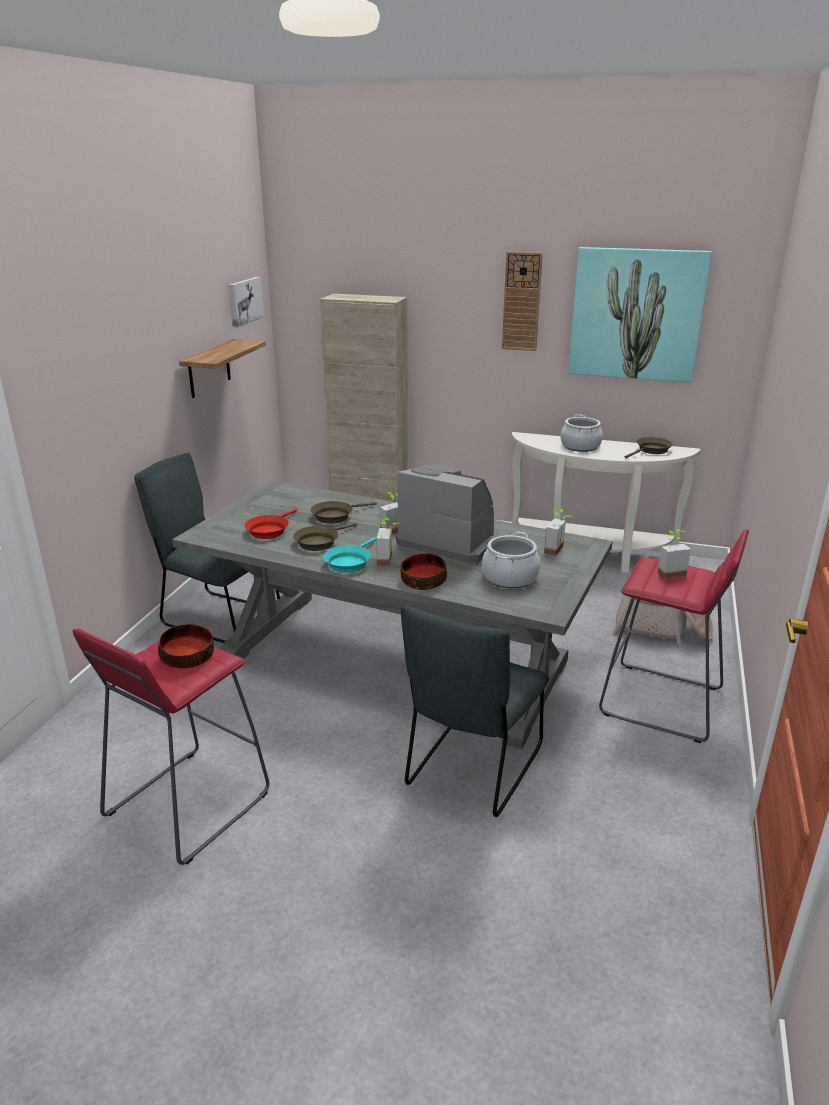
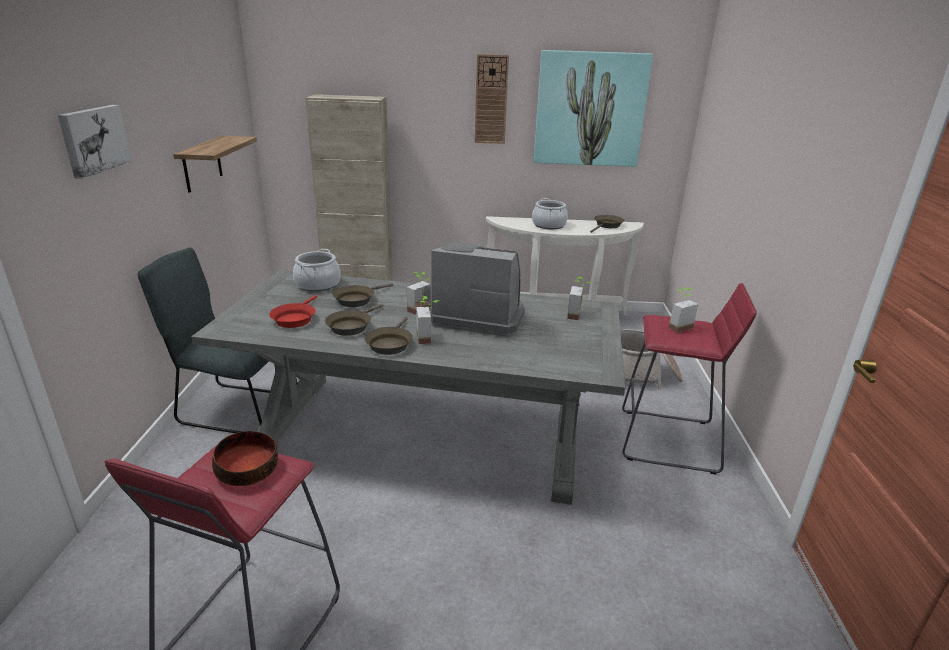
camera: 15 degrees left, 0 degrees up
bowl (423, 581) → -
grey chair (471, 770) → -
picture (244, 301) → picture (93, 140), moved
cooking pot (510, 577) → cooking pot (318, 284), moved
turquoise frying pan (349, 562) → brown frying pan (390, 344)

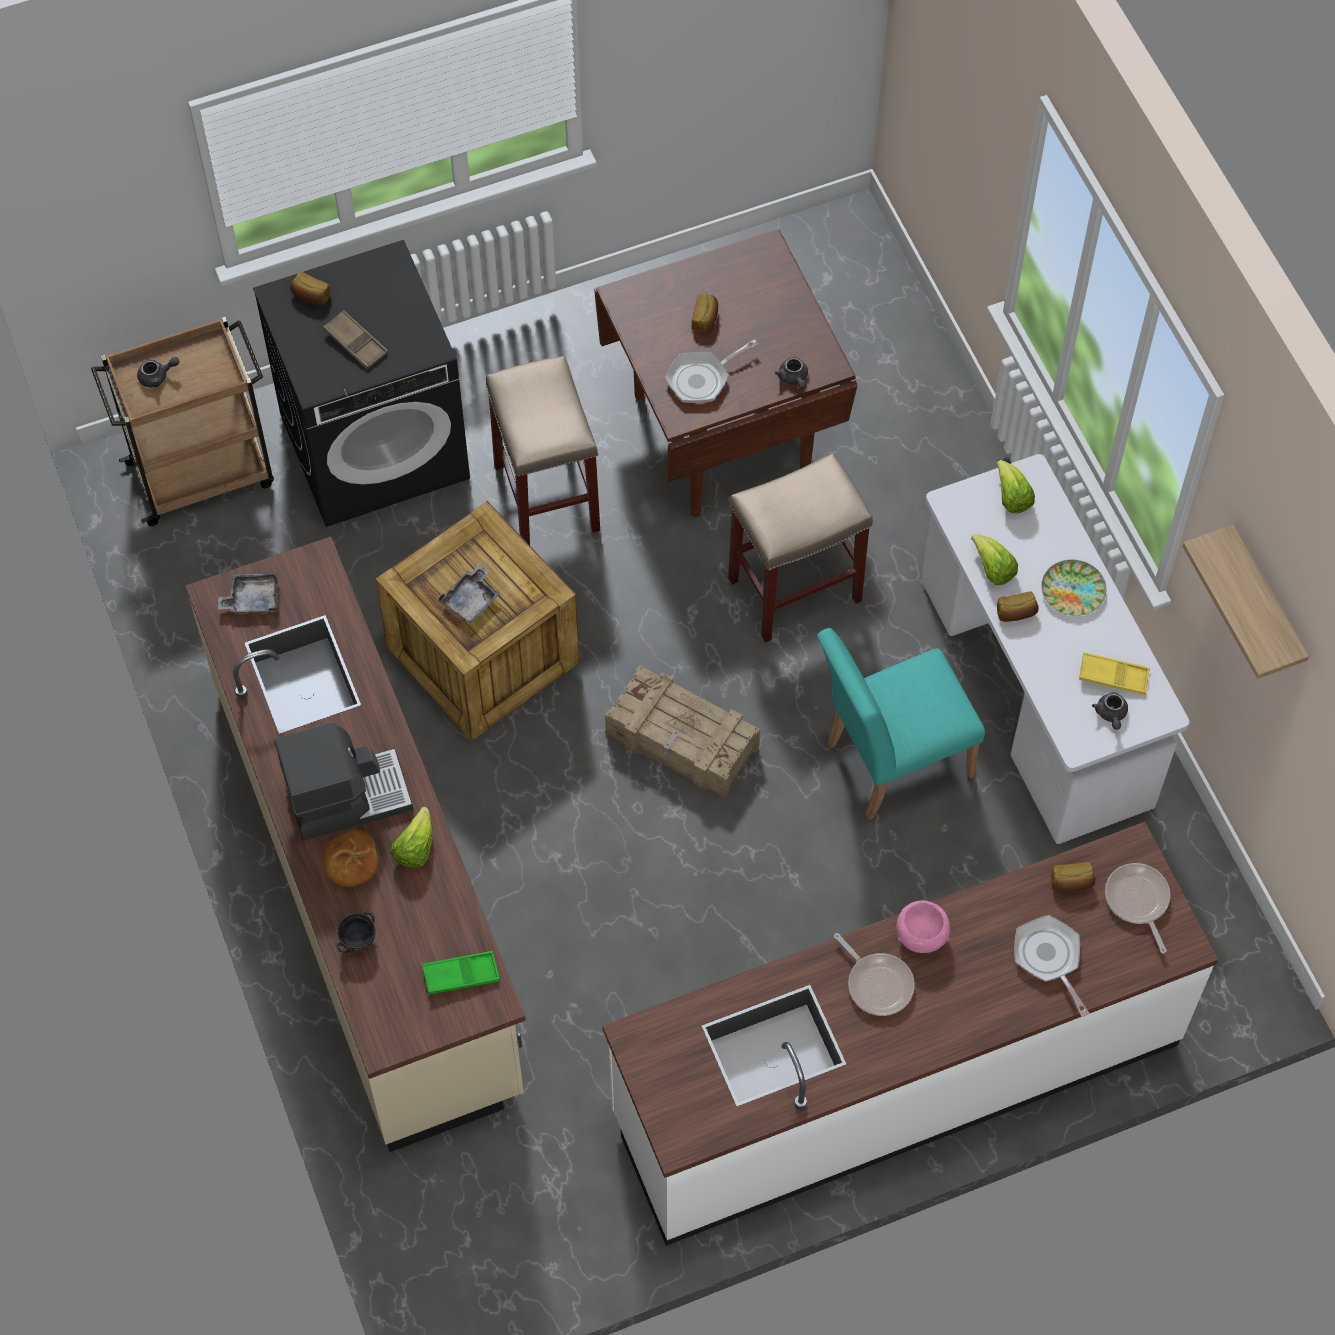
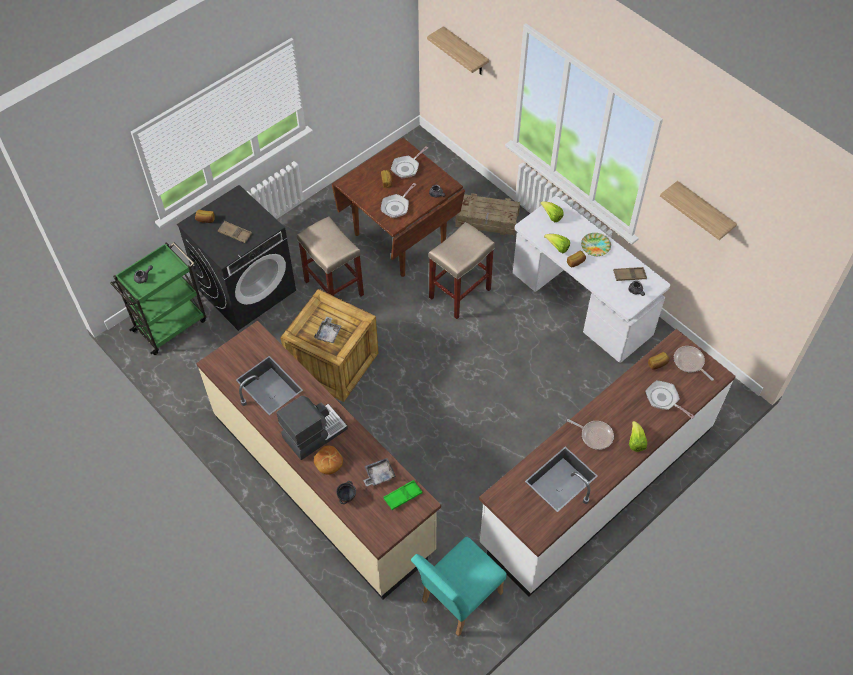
camera: 20 degrees left, 5 degrees down
pink bowl (920, 935) → -
- → frying pan (407, 167)
- → shelf (465, 52)
grey tray (252, 598) → grey tray (379, 475), moved
lettuce (415, 848) → lettuce (635, 442), moved
crate (682, 742) → crate (487, 220), moved
turquoise chair (888, 762) → turquoise chair (457, 600), moved
brown cart (203, 473) → green cart (171, 324)
yellow tray (1113, 676) → brown tray (629, 275)

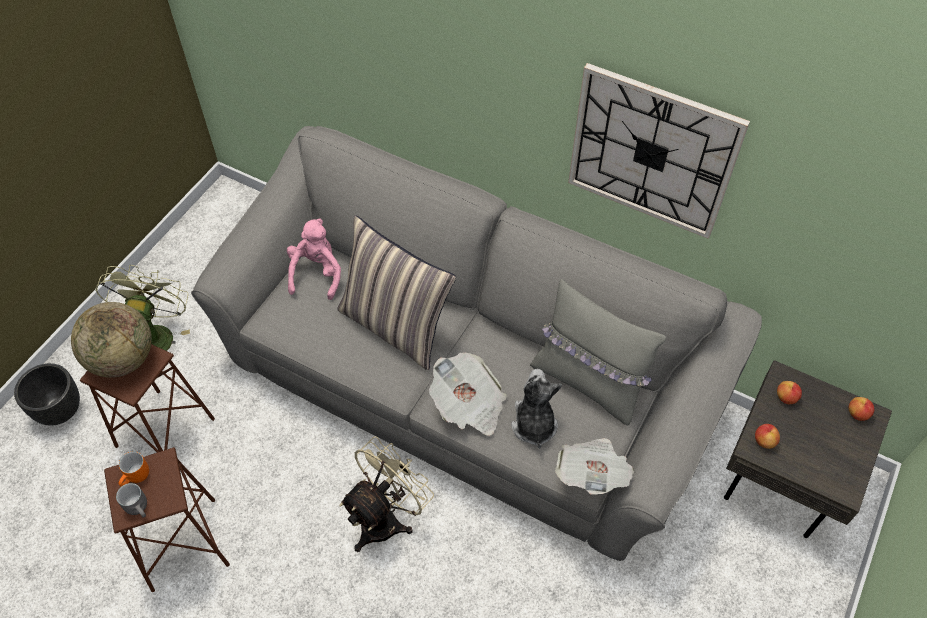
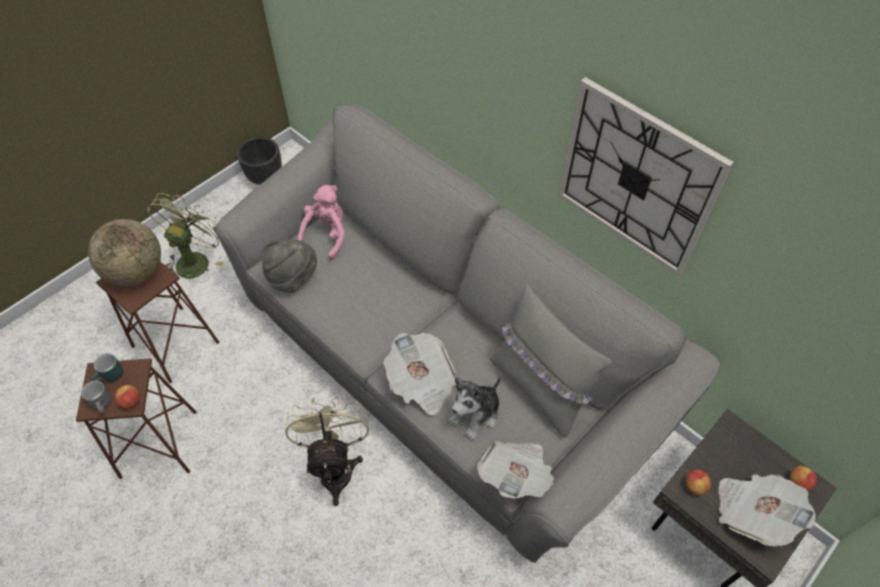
camera: 15 degrees right, 0 degrees up
pillow (396, 326) → -
- → grey hat (292, 277)
- → newspaper (753, 512)
black planter (61, 410) → black planter (265, 177), moved
apple (786, 398) → apple (131, 401), moved
orange mug (137, 477) → turquoise mug (111, 377)
beige fan (386, 518) → beige fan (335, 465), 60 degrees counterclockwise
plush toy (533, 423) → plush toy (476, 414), 150 degrees counterclockwise

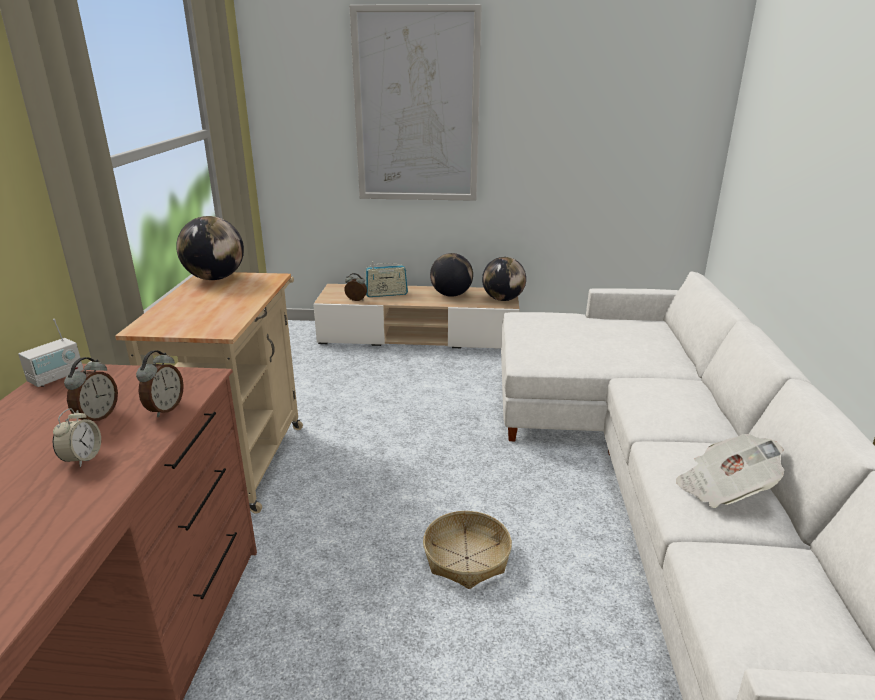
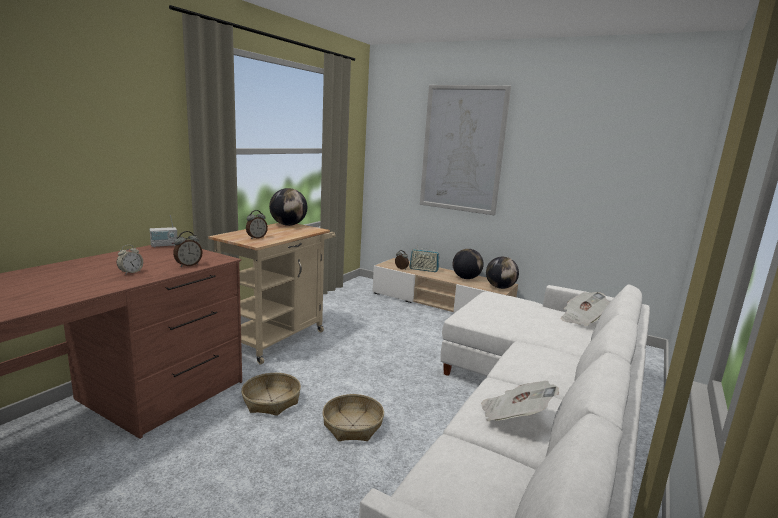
camera: 25 degrees right, 10 degrees down
- → basket (271, 401)
- → newspaper (582, 319)
alarm clock (97, 417) → alarm clock (256, 238), moved

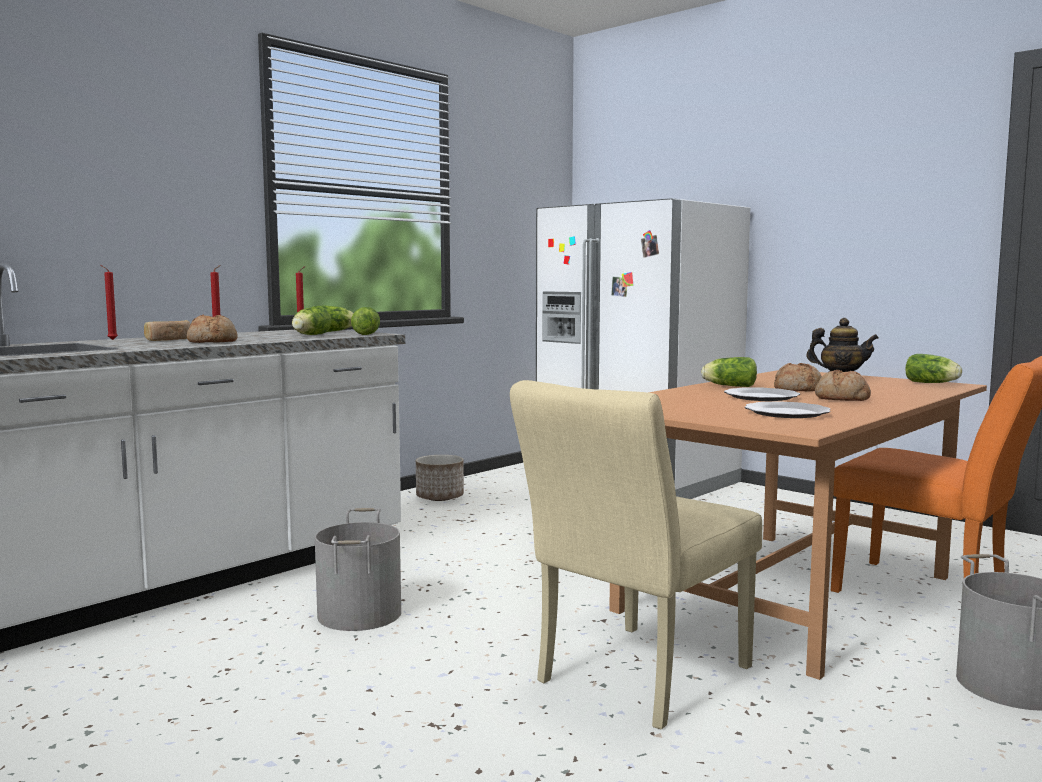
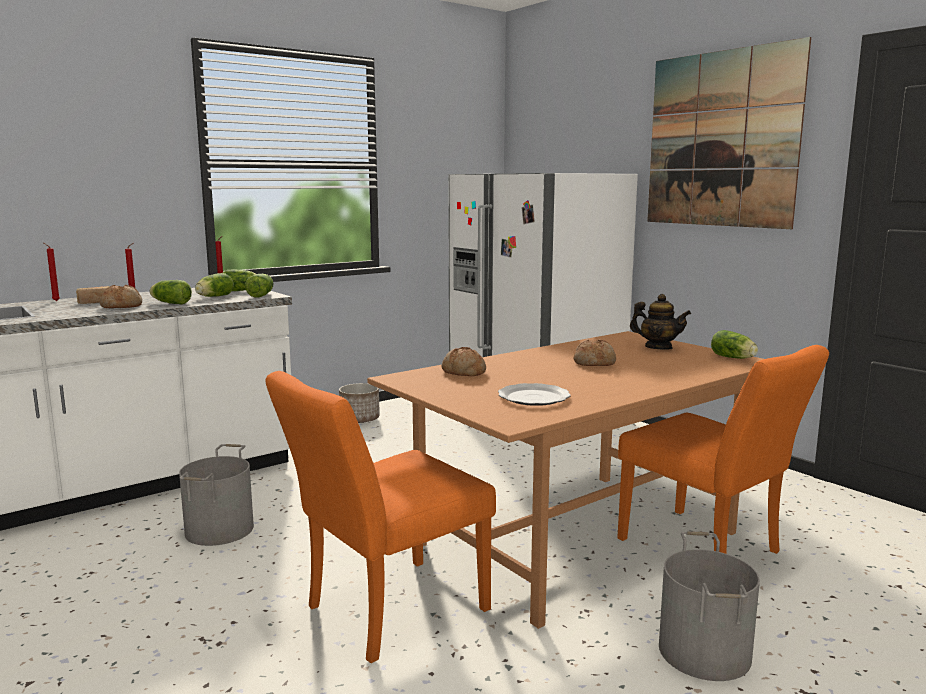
camera: 10 degrees right, 5 degrees up
plate (760, 397) → -
- → picture (721, 139)
lettuce (728, 386) → lettuce (170, 303), moved
bread (841, 399) → bread (463, 372), moved
beige chair (634, 679) → orange chair (385, 612)

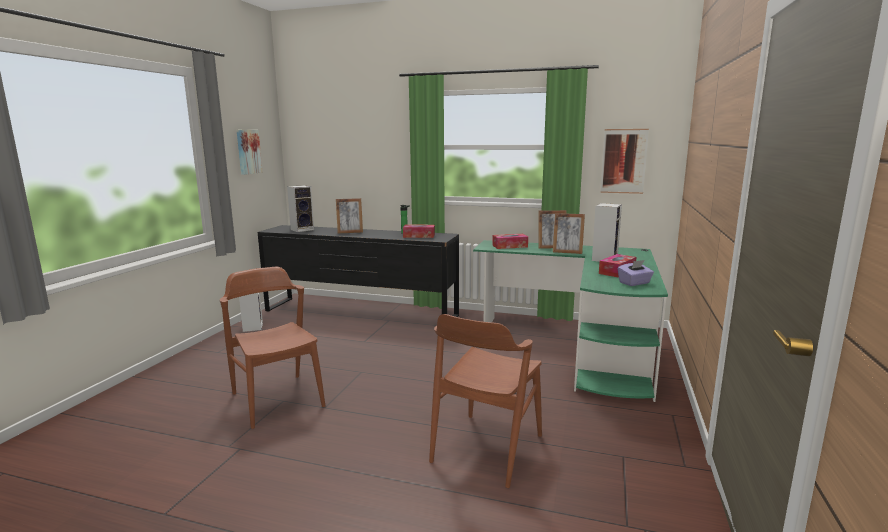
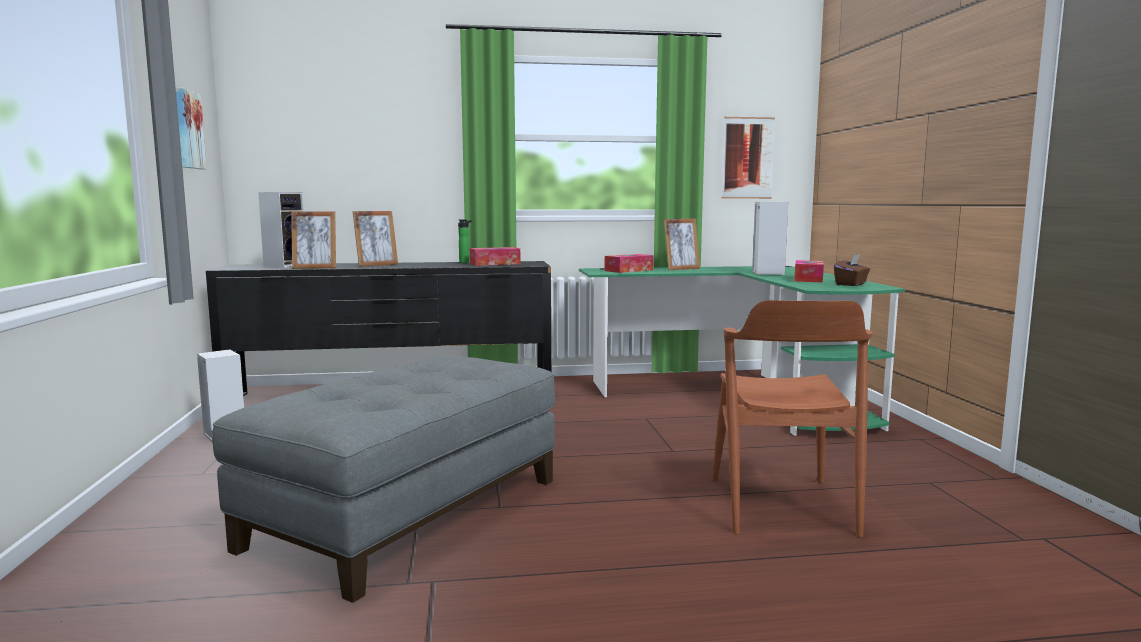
camera: 25 degrees left, 5 degrees down
picture frame (567, 252) → picture frame (315, 268), moved
brown chair (277, 399) → grey ottoman (407, 512)
purple tissue box (634, 283) → brown tissue box (851, 284)

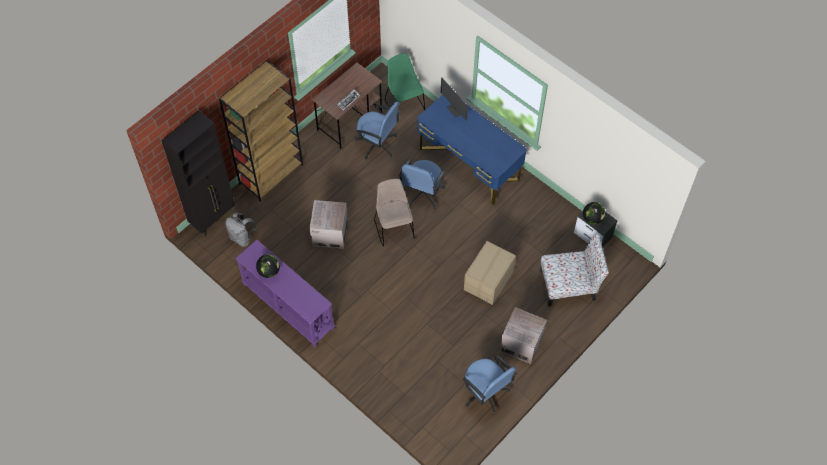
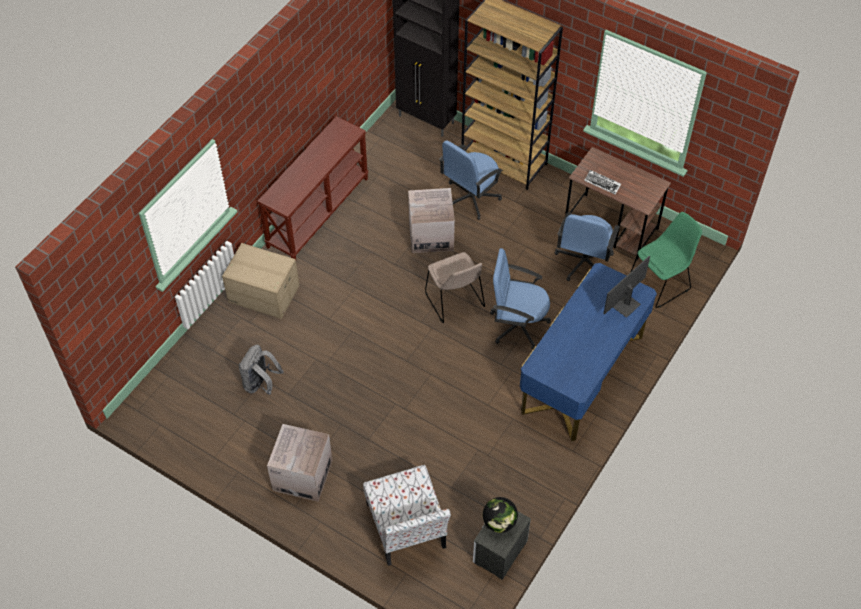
camera: 80 degrees right, 5 degrees down
globe (269, 271) → -
grey backpack (242, 237) → grey backpack (261, 384), moved
blue office chair (485, 392) → blue office chair (470, 198), moved
cardboard box (489, 280) → cardboard box (263, 294), moved
purple console table (287, 307) → brown console table (317, 211)
beige chair (394, 227) → beige chair (455, 301), 90 degrees clockwise

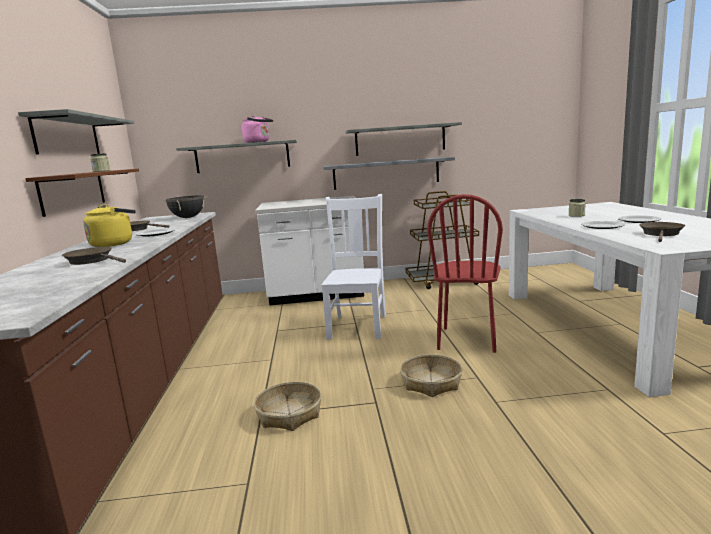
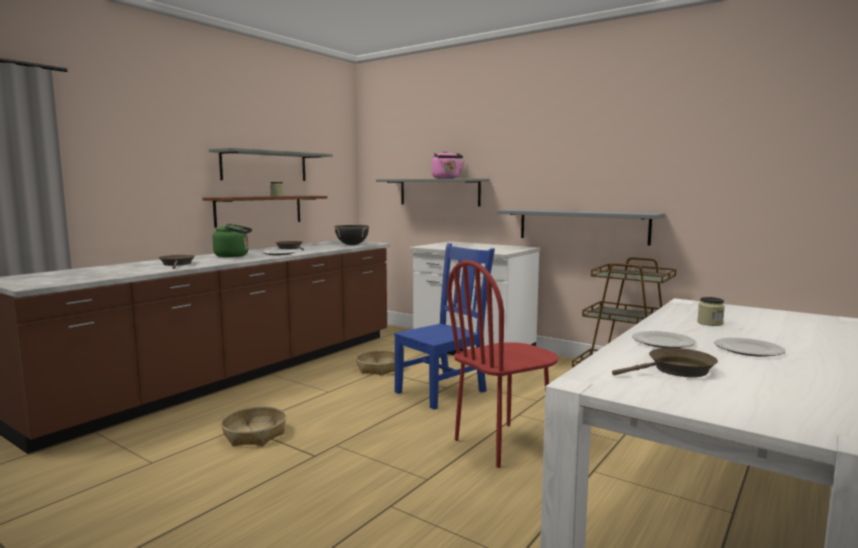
camera: 40 degrees right, 5 degrees down
grey shelf (400, 140) → -
basket (431, 383) → basket (379, 368), moved
yellow kettle (114, 244) → green kettle (234, 256)
white chair (358, 325) → blue chair (443, 391)

